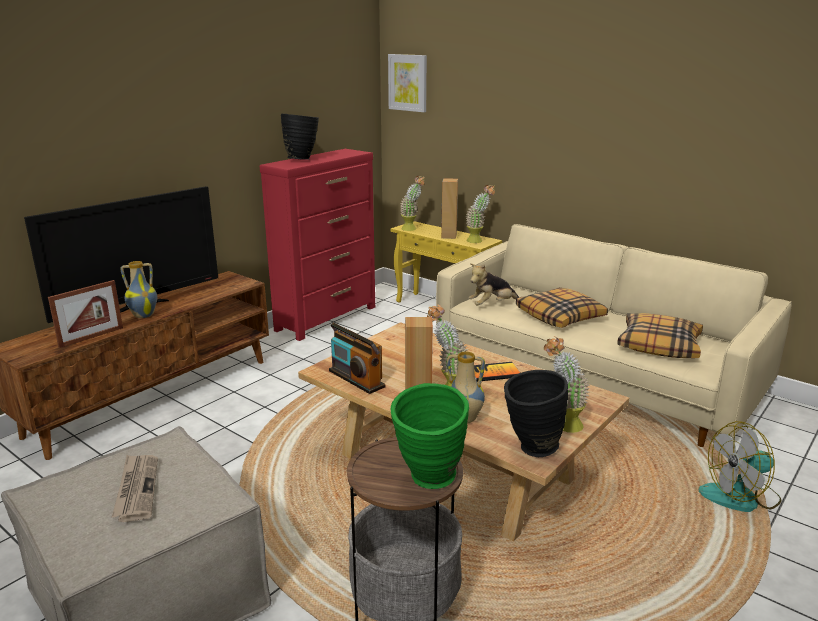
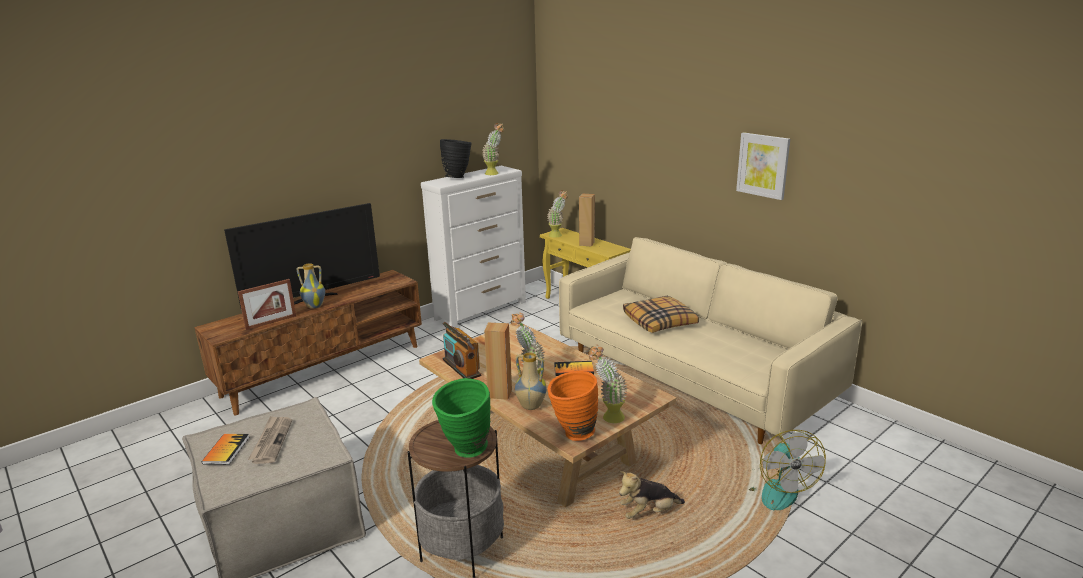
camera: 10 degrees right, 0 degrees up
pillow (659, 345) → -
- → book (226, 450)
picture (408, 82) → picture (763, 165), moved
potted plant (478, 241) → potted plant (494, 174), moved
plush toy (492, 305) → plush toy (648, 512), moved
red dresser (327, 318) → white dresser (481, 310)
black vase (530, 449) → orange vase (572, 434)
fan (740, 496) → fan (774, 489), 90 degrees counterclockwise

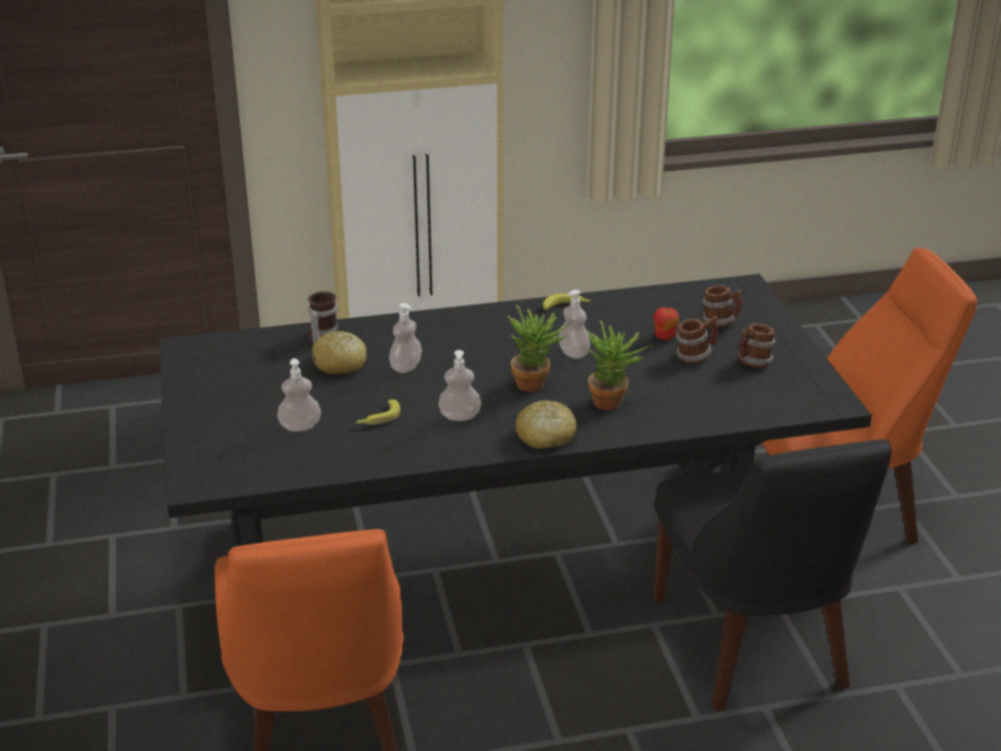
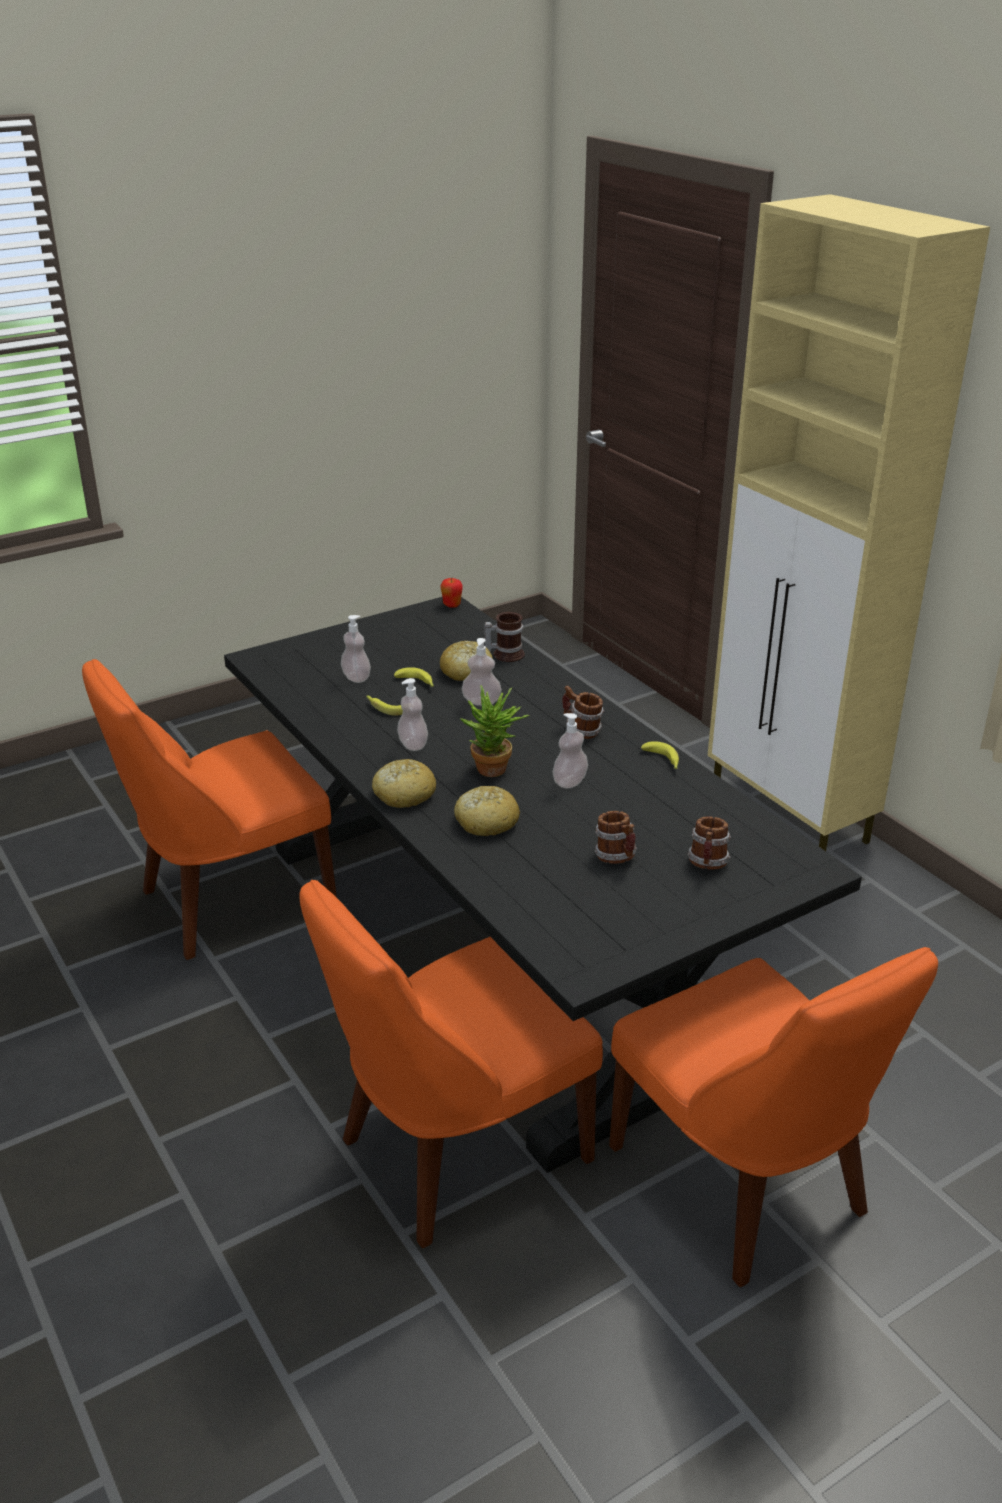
camera: 70 degrees right, 0 degrees up
- → banana (417, 683)
apple (664, 337) → apple (452, 605), moved
mug (753, 363) → mug (581, 731), moved
potted plant (613, 403) → bread (486, 822)
black chair (753, 648) → orange chair (455, 1153)

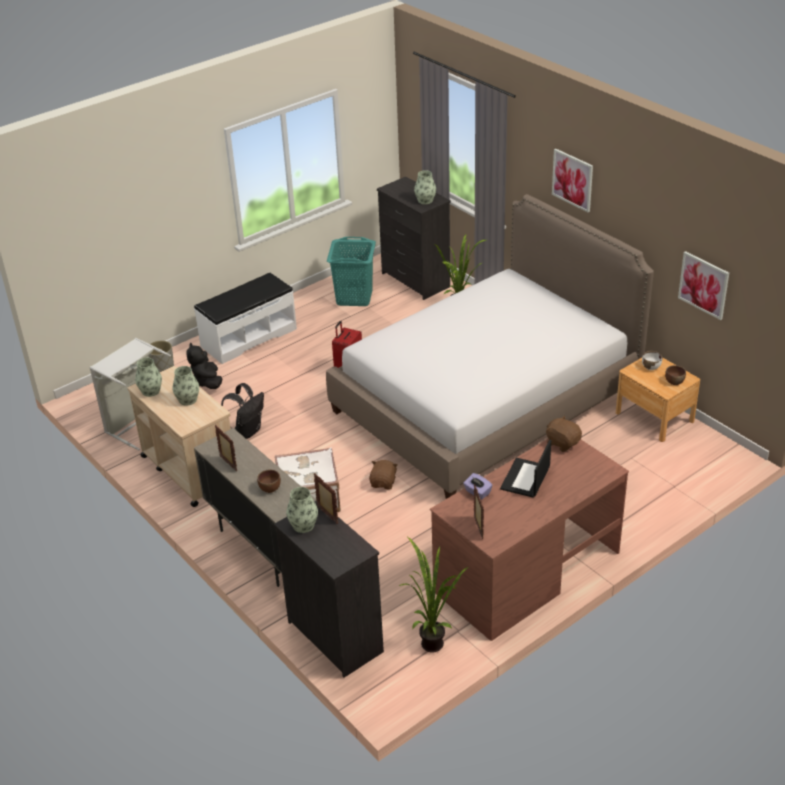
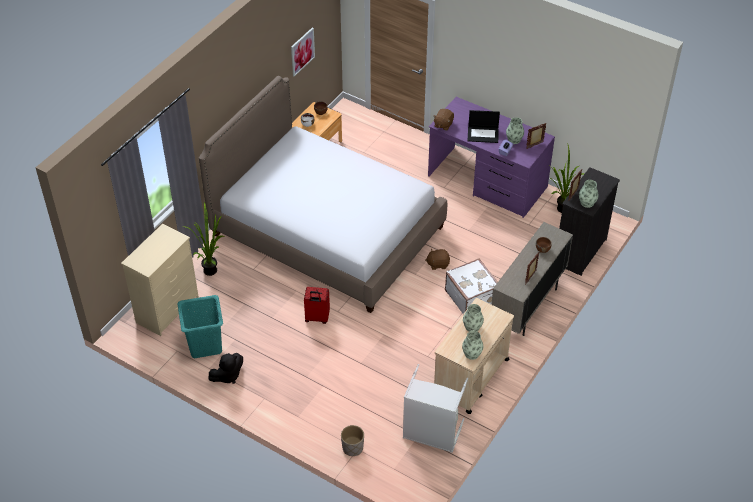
camera: 110 degrees left, 10 degrees up
white bench (248, 337) → -
black backpack (247, 431) → -
picture (572, 180) → -
black plush toy (207, 382) → black plush toy (227, 376), moved
vase (425, 200) → vase (514, 140), moved
black dresser (415, 280) → beige dresser (168, 309)
brown desk (526, 571) → purple desk (487, 182)

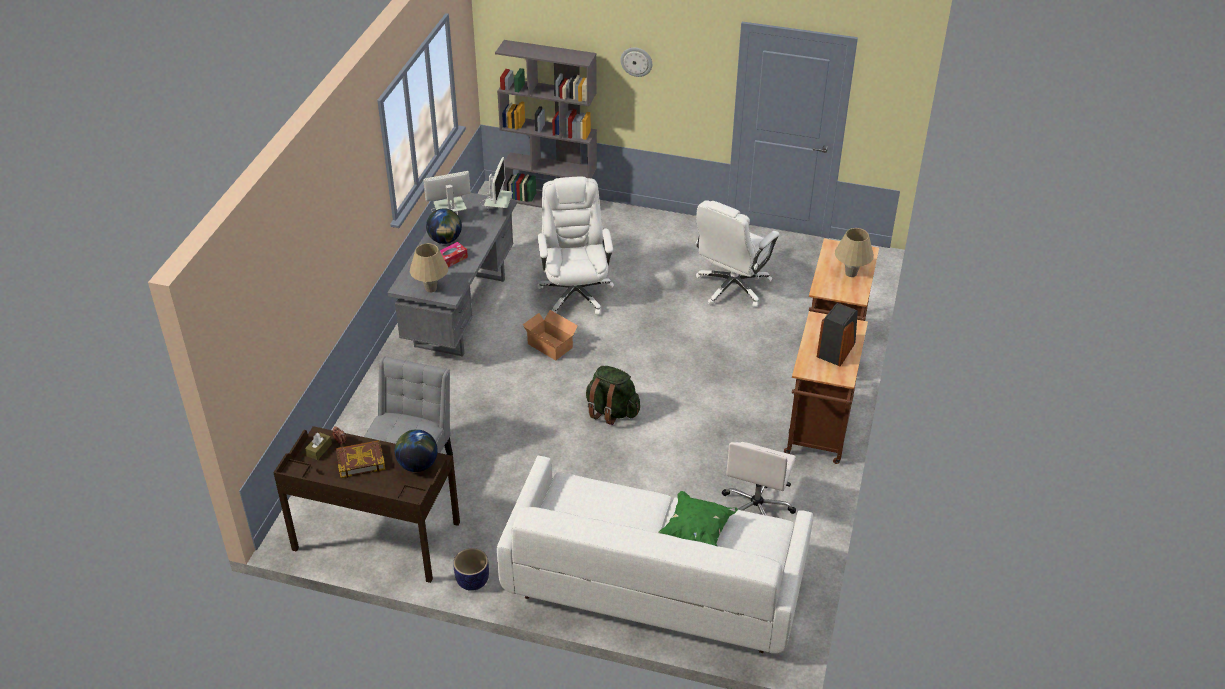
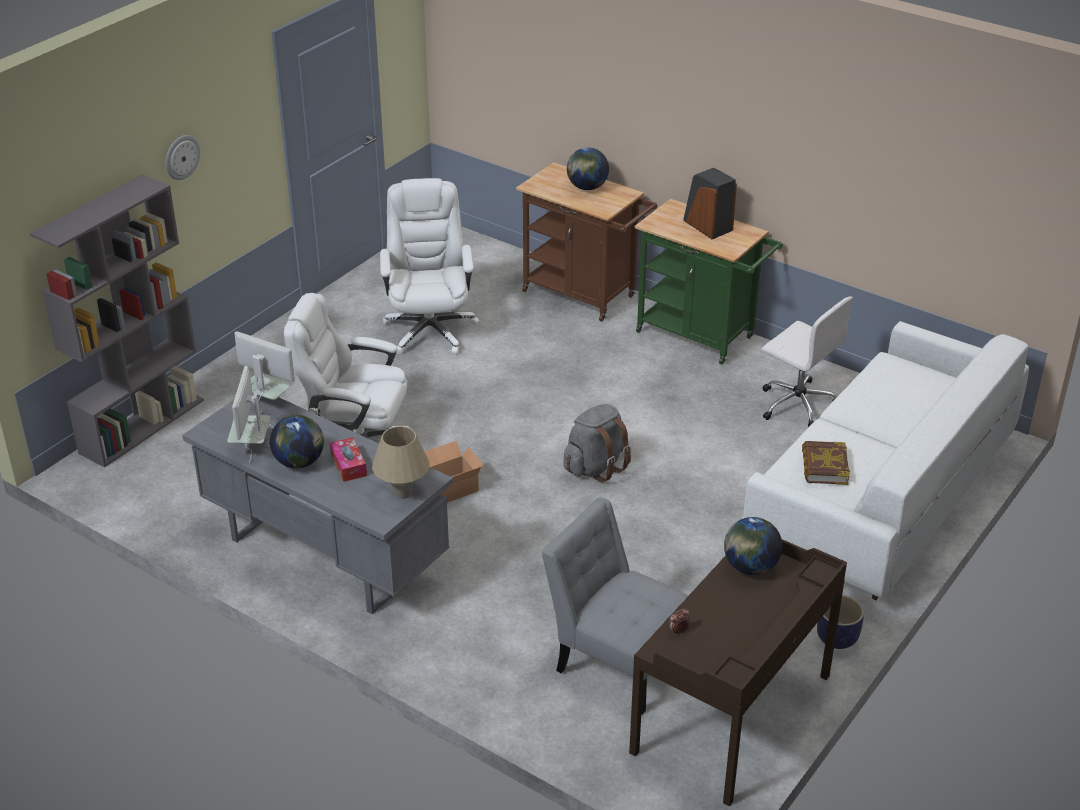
camera: 70 degrees left, 5 degrees down
brown tissue box (319, 450) → -
green pillow (696, 532) → -
book (360, 461) → book (824, 467), moved
beige table lamp (851, 273) → globe (587, 187)
green backpack (611, 411) → grey backpack (596, 467)
brown cart (818, 433) → green cart (701, 336)
white office chair (731, 287) → white office chair (429, 329), 150 degrees counterclockwise

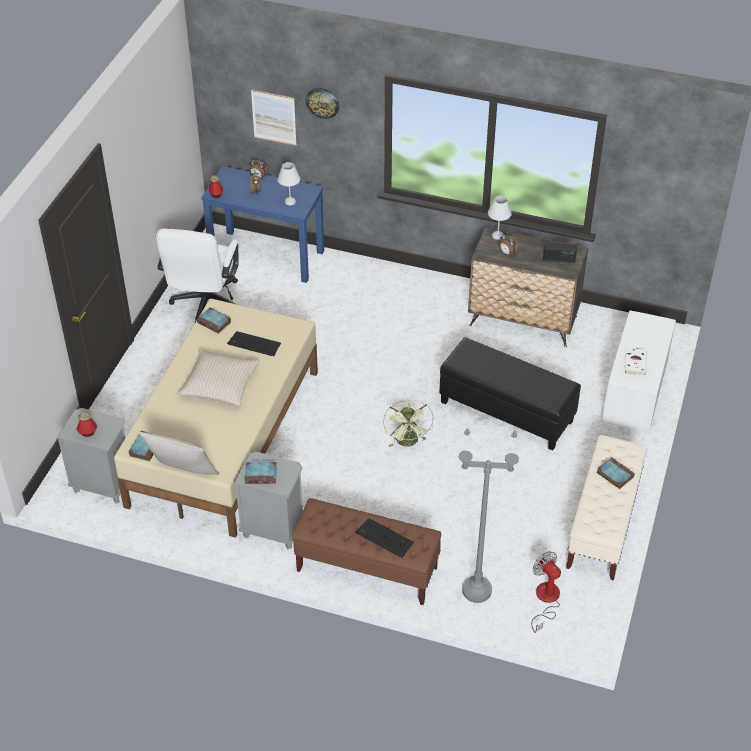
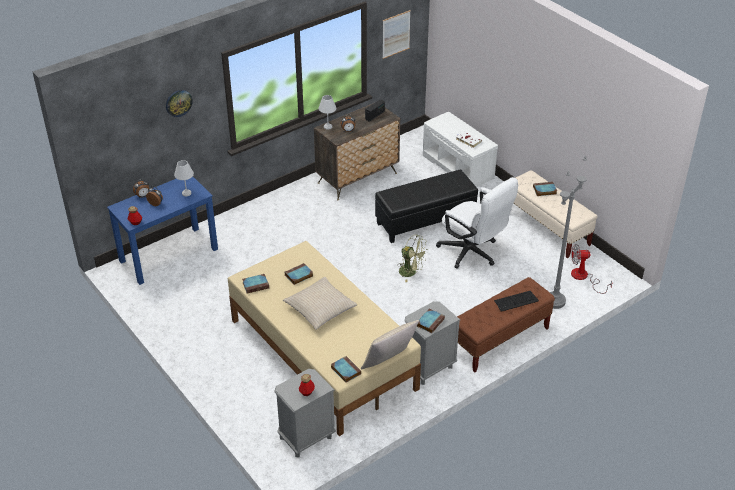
camera: 55 degrees left, 5 degrees down
white office chair (204, 305) → white office chair (473, 253), moved
picture (274, 117) → picture (396, 34), moved
keyboard (254, 344) → book (298, 276)

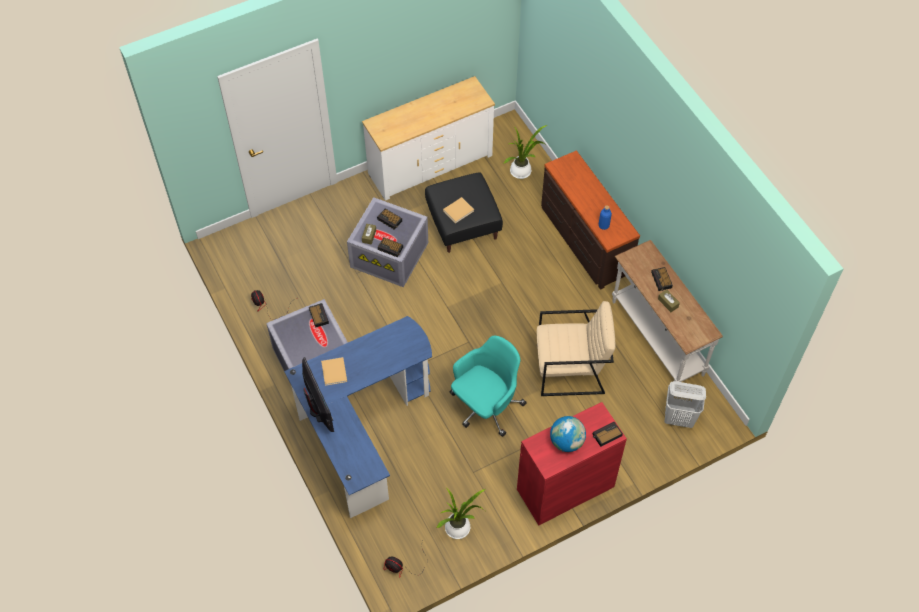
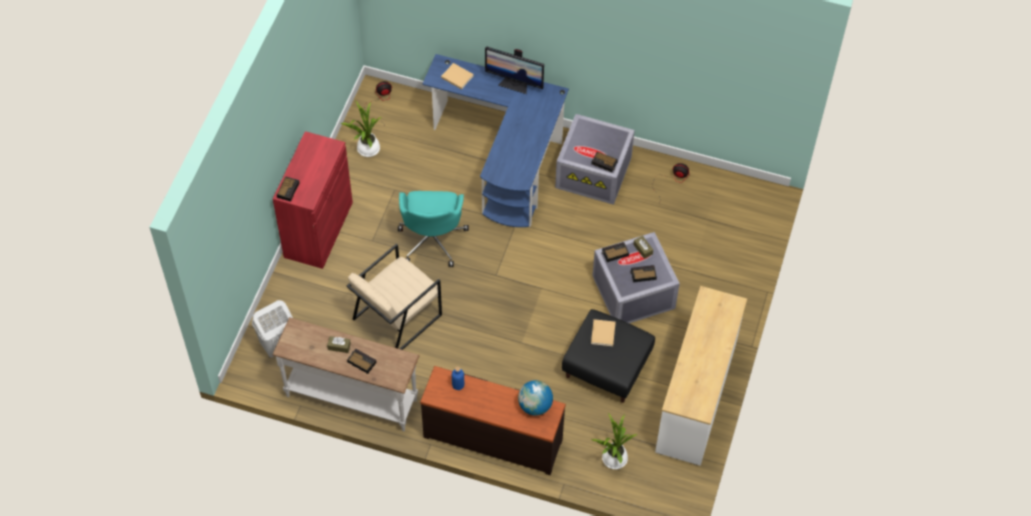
camera: 135 degrees right, 0 degrees up
beige book (334, 373) → beige book (456, 76), moved
globe (566, 442) → globe (535, 406), moved

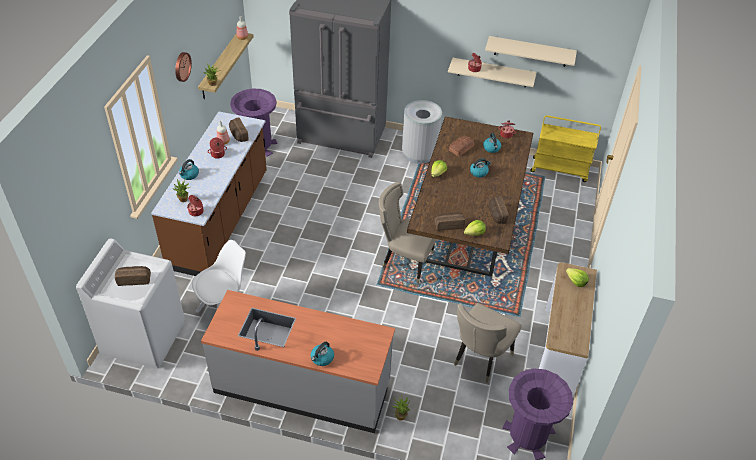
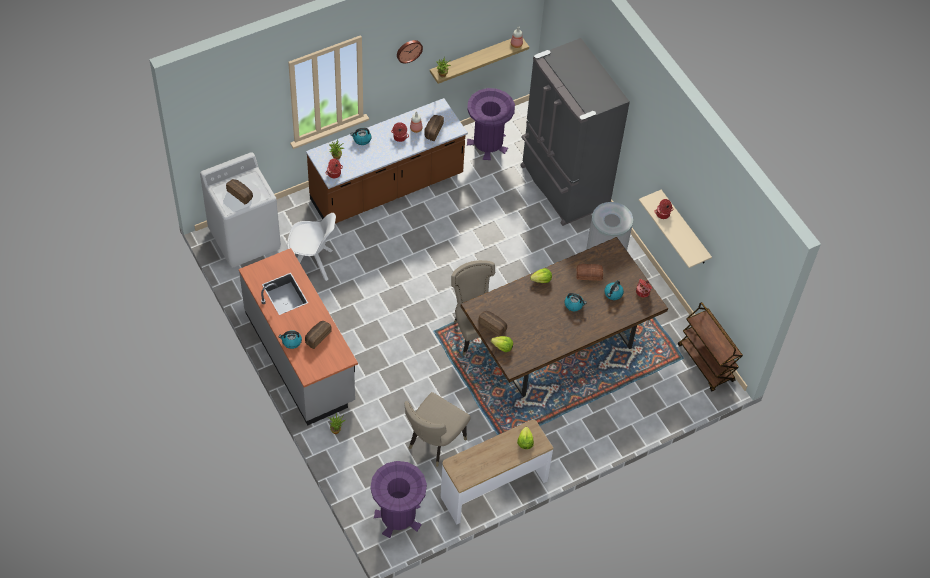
camera: 45 degrees right, 10 degrees up
beige shelf (531, 51) → -
bread (496, 215) → bread (317, 337), moved
yellow cart (560, 169) → brown cart (706, 363)
beige chair (479, 359) → beige chair (433, 443), 45 degrees counterclockwise

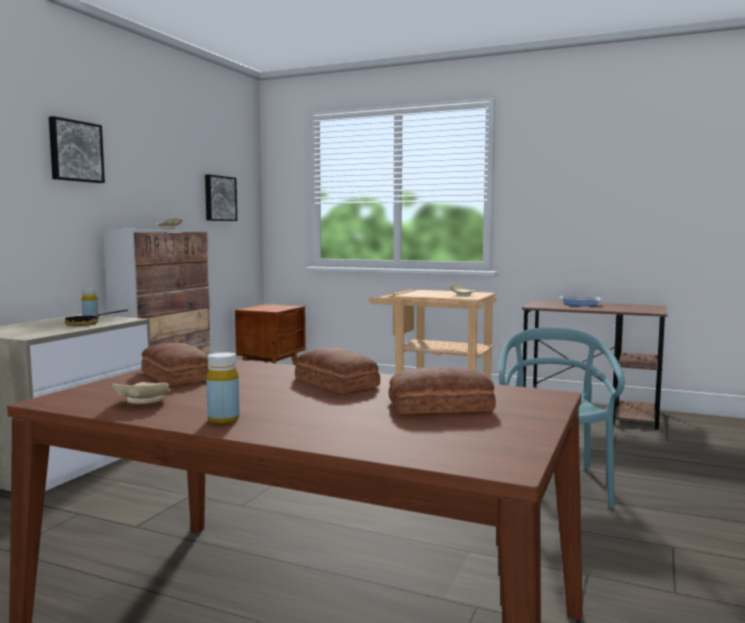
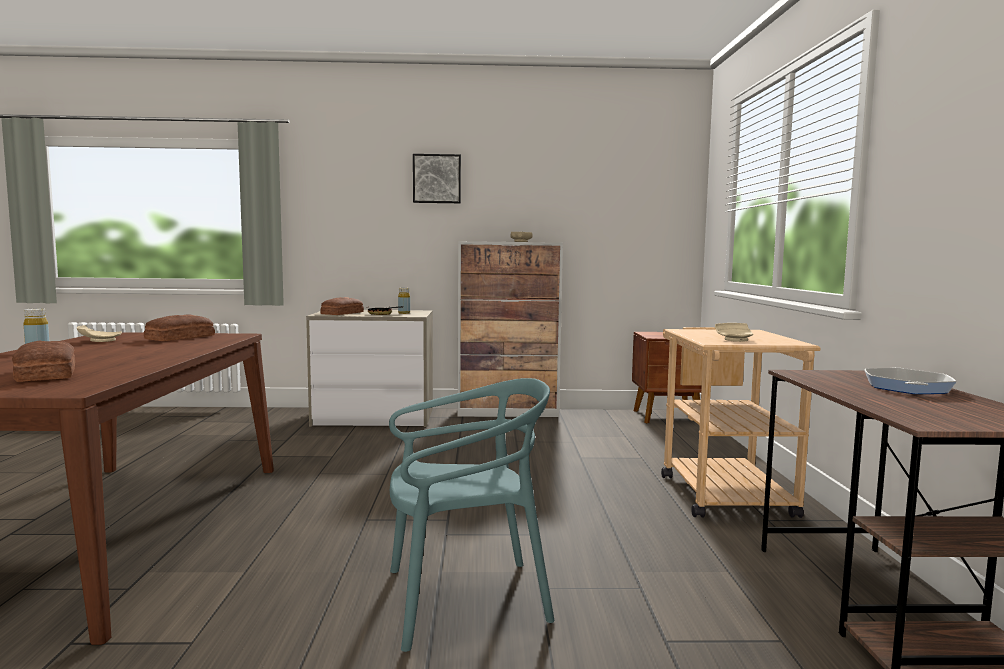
camera: 65 degrees right, 0 degrees up
picture (219, 198) → -
bread (335, 383) → bread (341, 313), moved

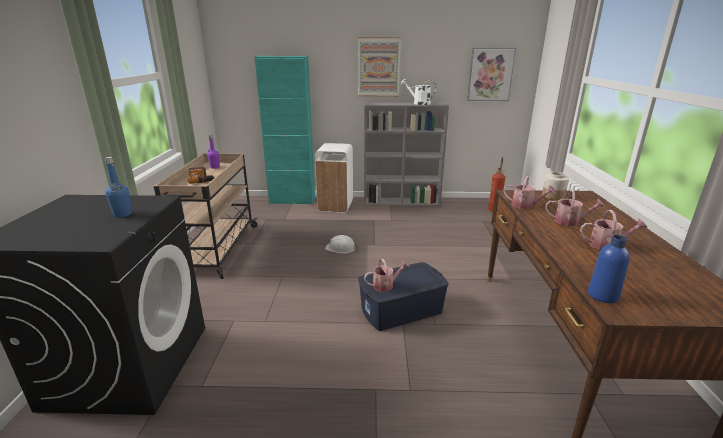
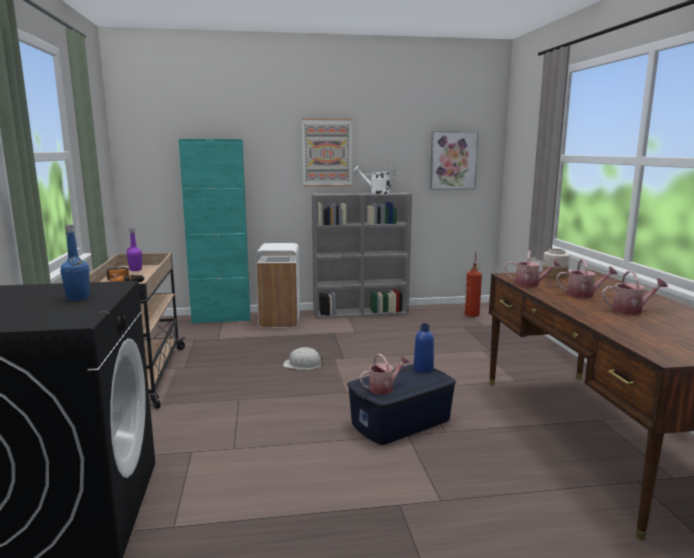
camera: 10 degrees left, 10 degrees down
blue bottle (603, 295) → blue bottle (423, 369), moved

